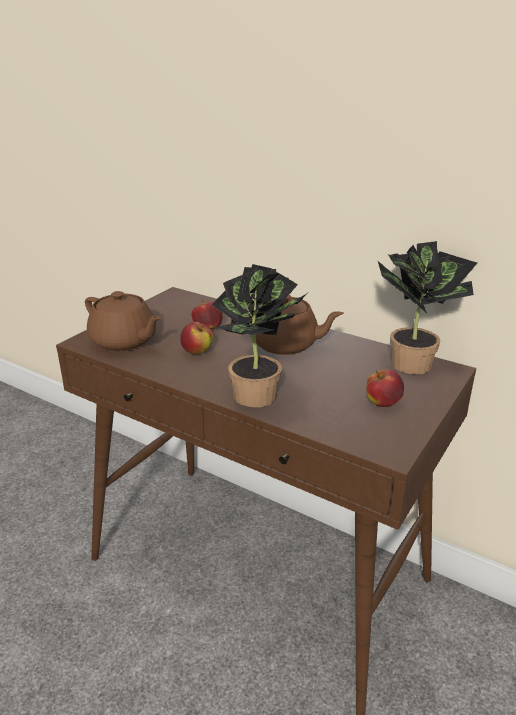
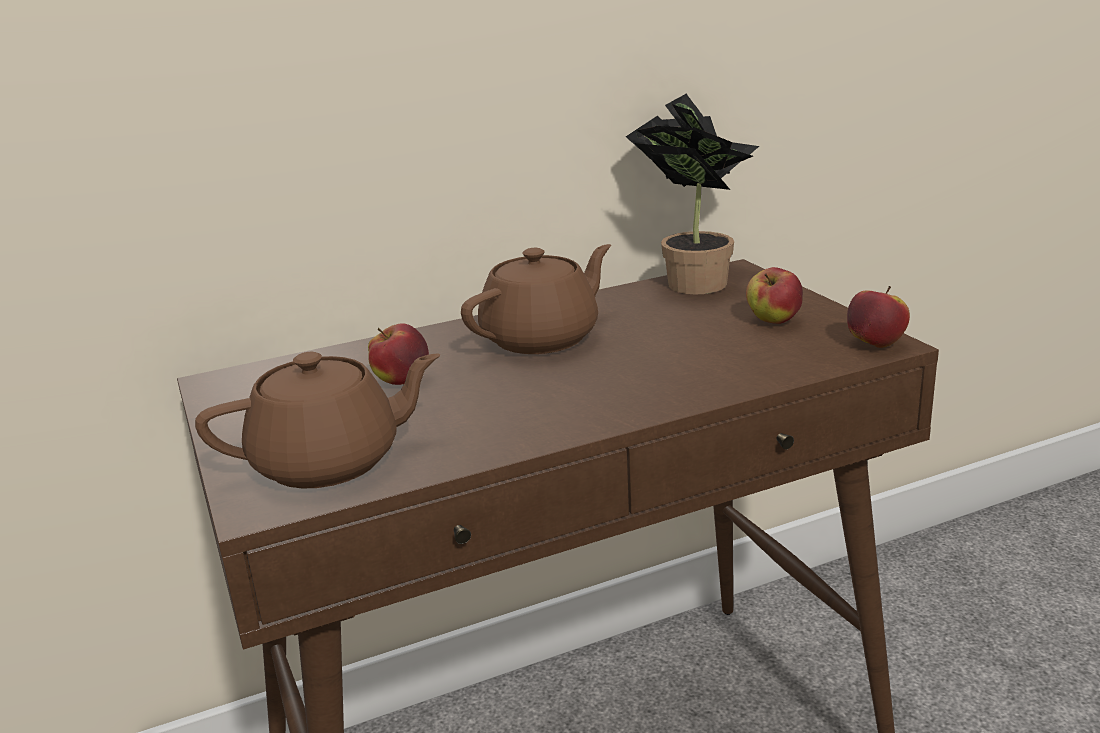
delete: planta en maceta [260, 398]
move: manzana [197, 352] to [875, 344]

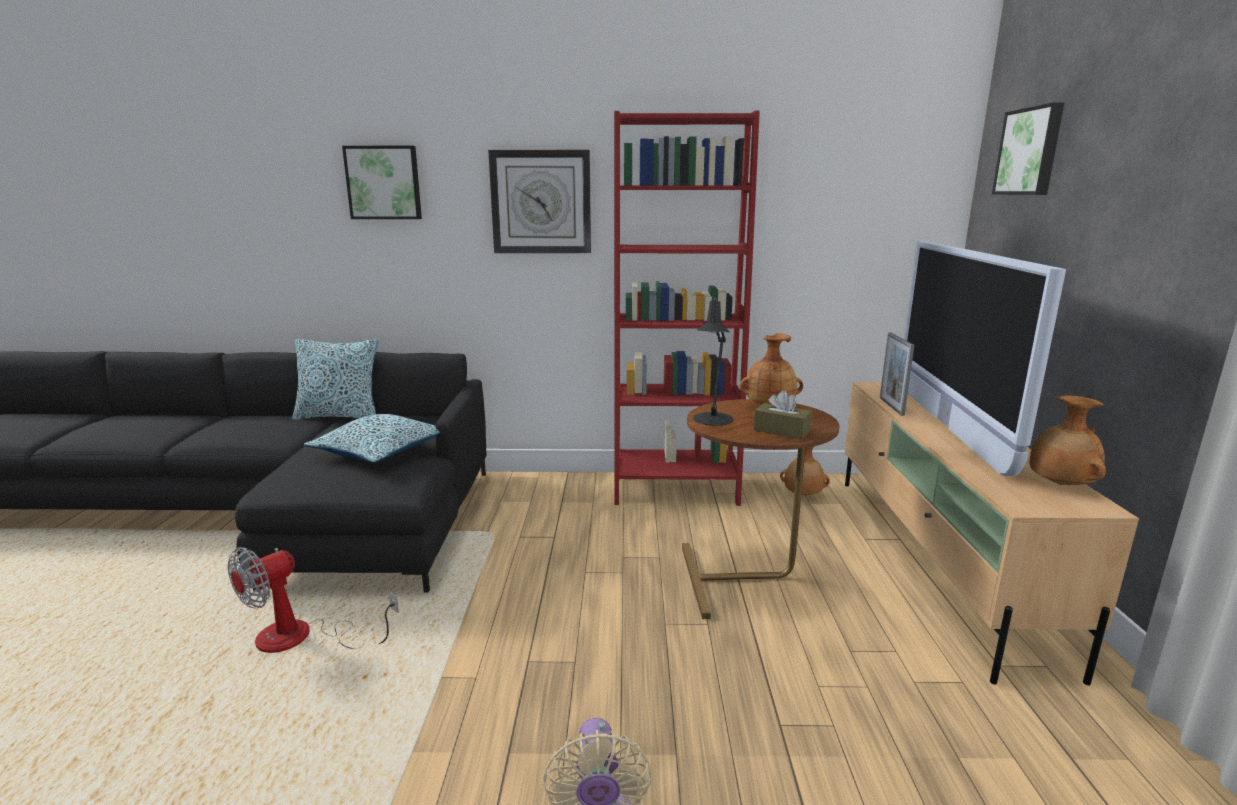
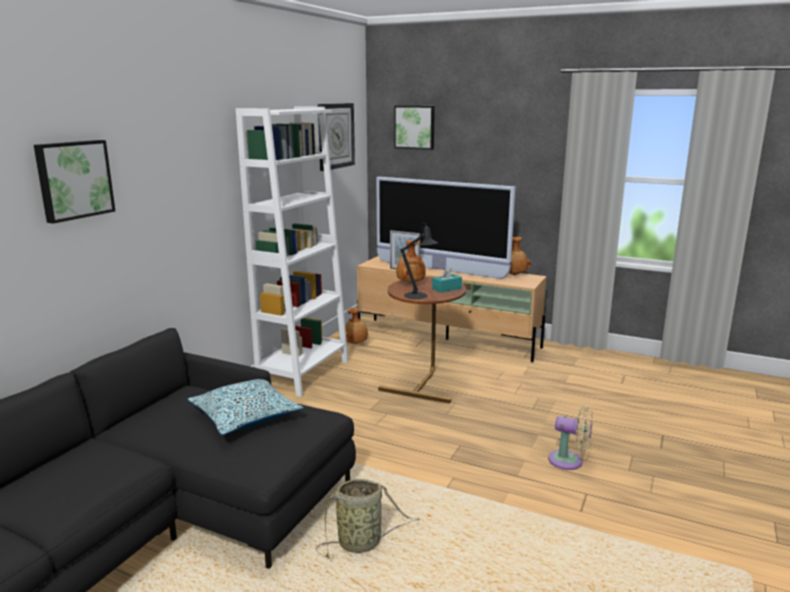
delete: cojín [340, 416]
move: reloj de pared [541, 202] to [335, 136]
replace: ventilador [302, 638] to cesta [362, 543]
recolor: estantería (rojo) [675, 489] to estantería (blanco) [304, 373]; caja de pañuelos (marrón) [781, 430] to caja de pañuelos (turquesa) [446, 288]

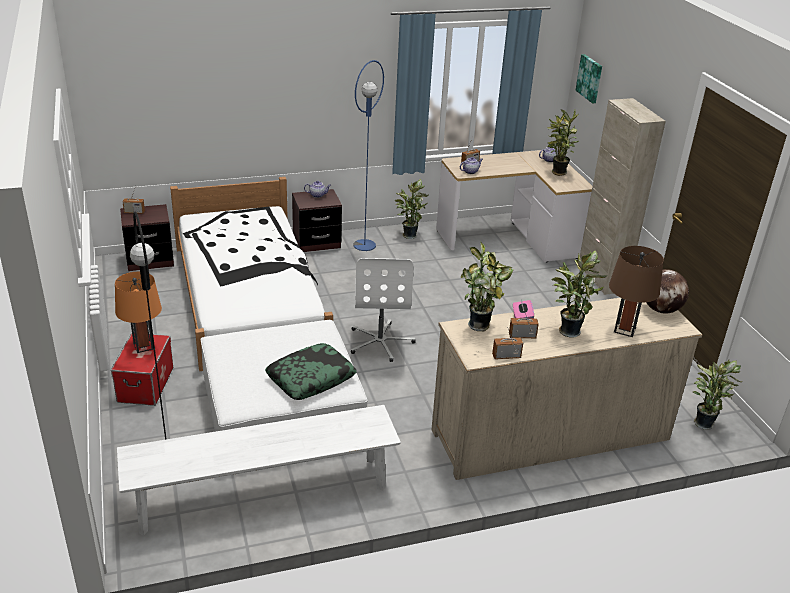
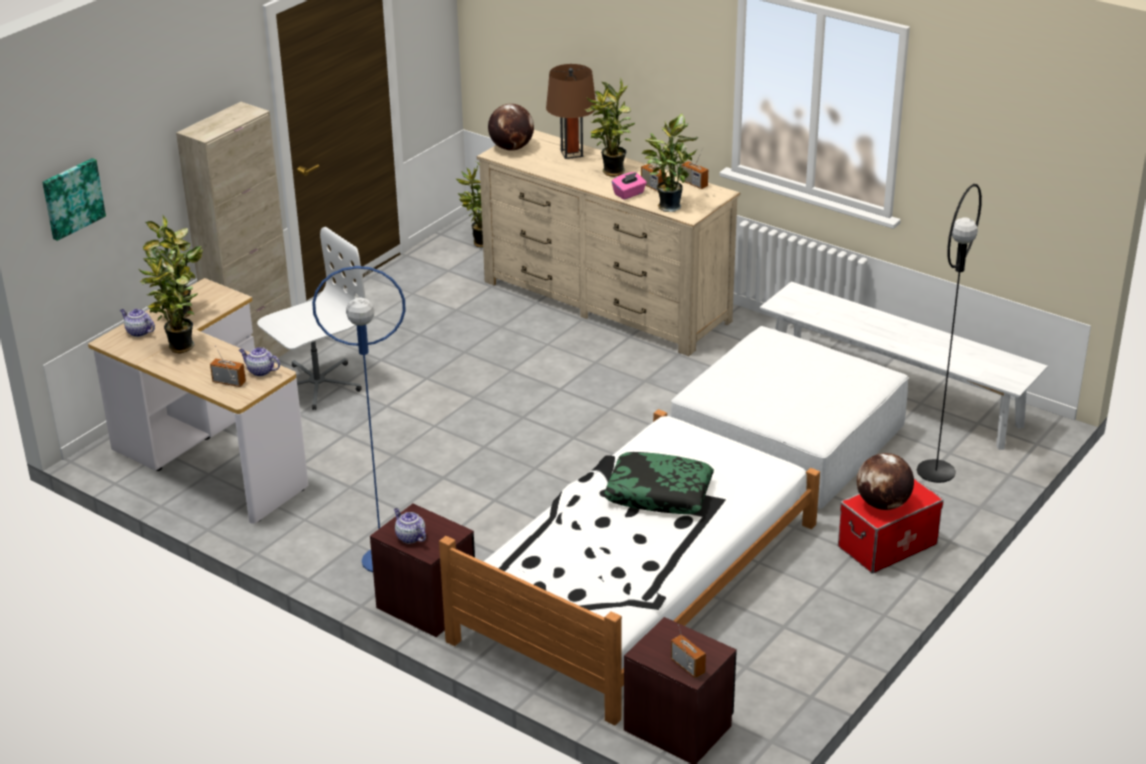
move: cojín [311, 378] to [658, 493]; silla de oficina (blanco) [380, 342] to [316, 384]; planta en maceta [409, 235] to [179, 348]
replace: lámpara de mesa (naranja) [143, 346] to globo terráqueo [883, 504]

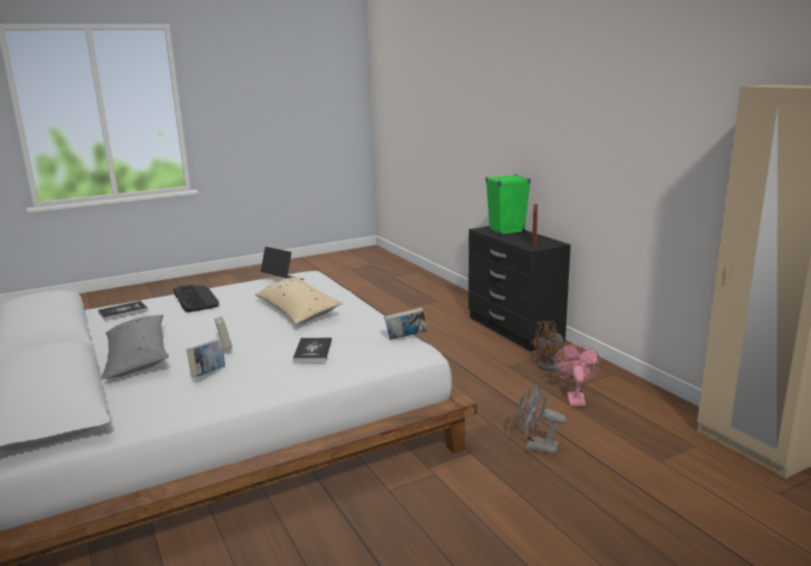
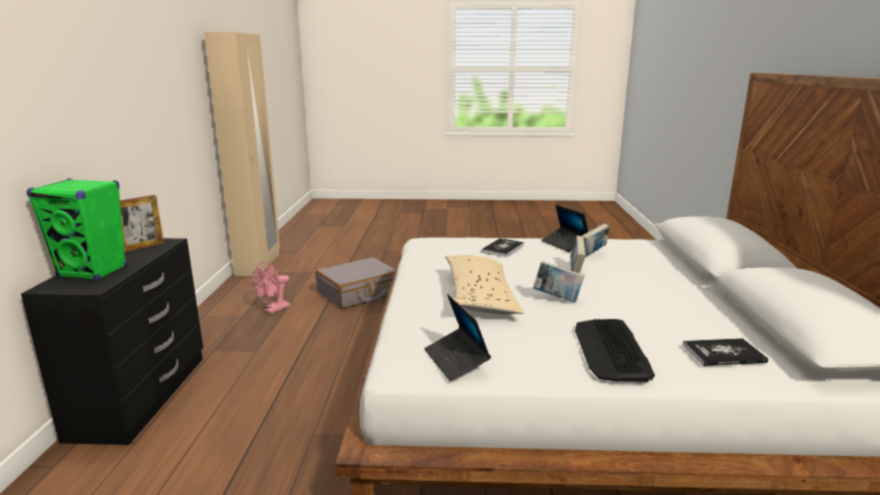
delete: cojín (gris) [137, 357]; ventilador (marrón) [555, 368]
insert: portátil [564, 244]
move: libro [406, 338] to [557, 298]
replace: ventilador (gris) [536, 447] to maleta (gris) [359, 293]

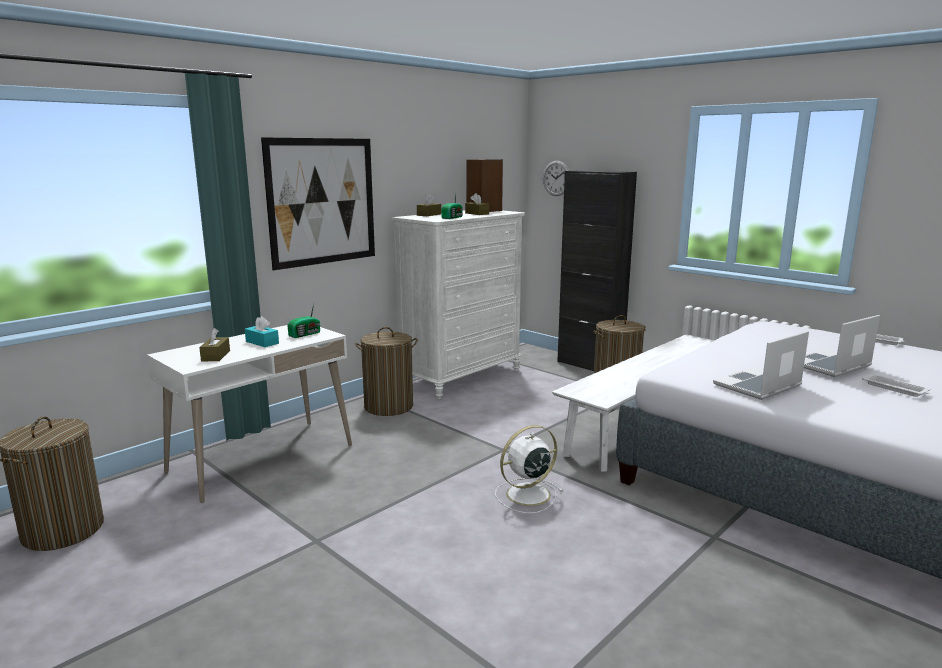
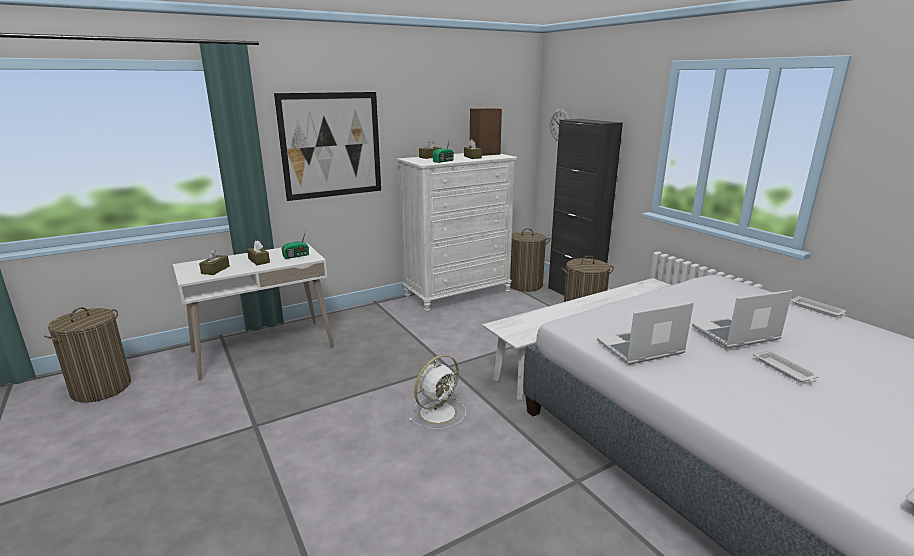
move: cesto de la ropa [389, 406] to [525, 285]
recolor: caja de pañuelos (turquesa) [262, 342] to caja de pañuelos (marrón) [259, 260]
rotate: ventilador (blanco) [526, 495] = [439, 412] 150 degrees clockwise

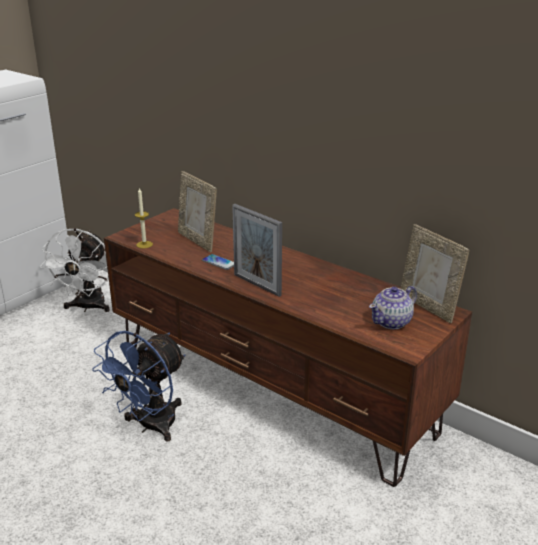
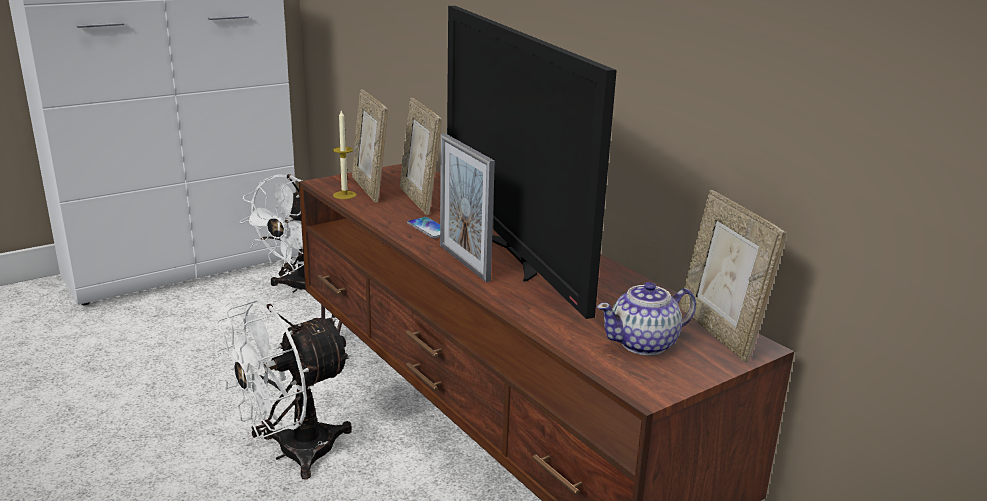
insert: portarretratos [370, 189]; televisor [513, 256]
recolor: ventilador (azul) [150, 426] to ventilador (blanco) [292, 453]

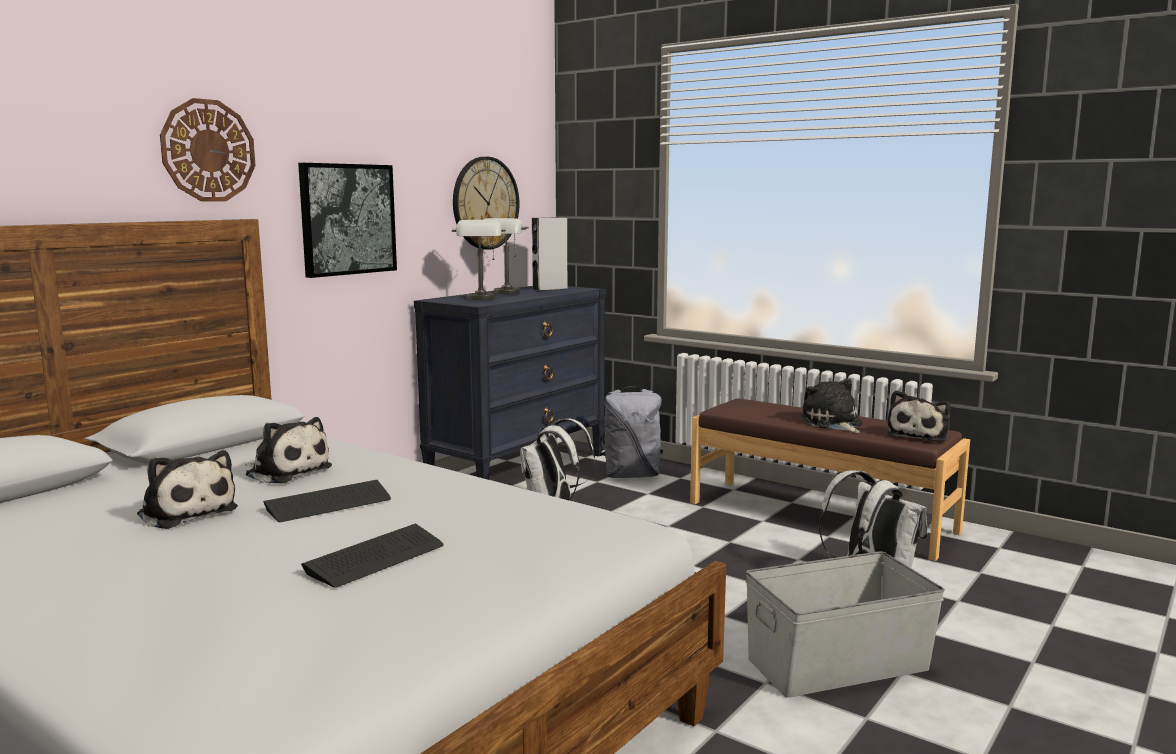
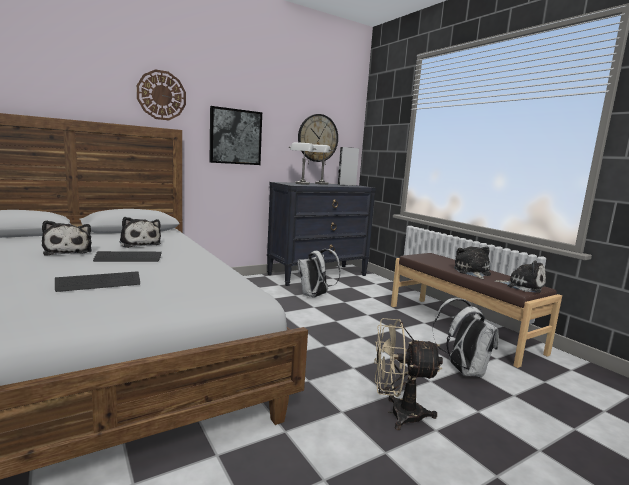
delete: mochila (gris) [631, 475]
replace: caja de almacenaje (gris) [839, 664] to ventilador (beis) [397, 414]
rotate: peluche [918, 435] = [522, 286] 105 degrees counterclockwise

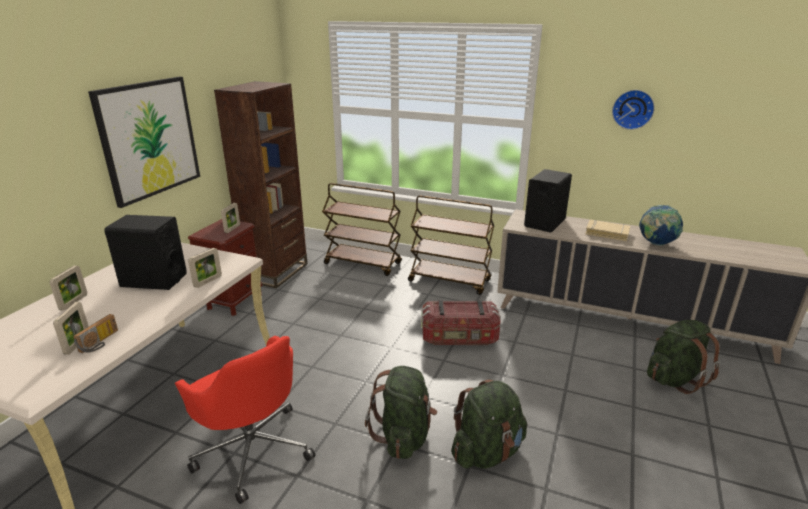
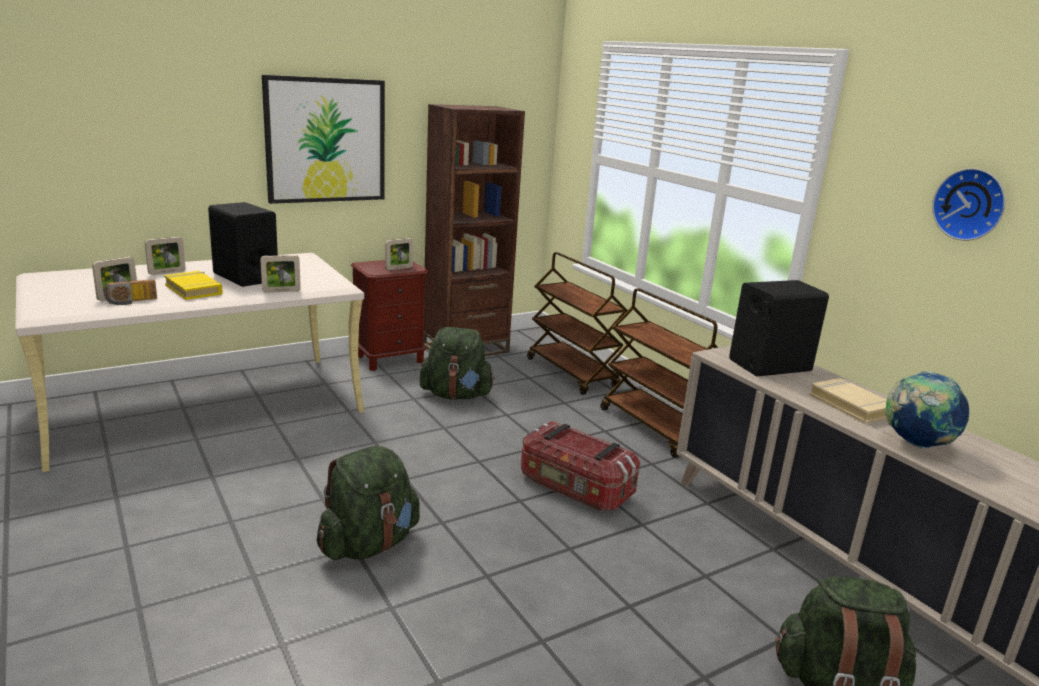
delete: silla de oficina (rojo) [253, 449]
insert: libro (amarillo) [194, 290]
move: mochila (verde) [487, 452] to [456, 395]

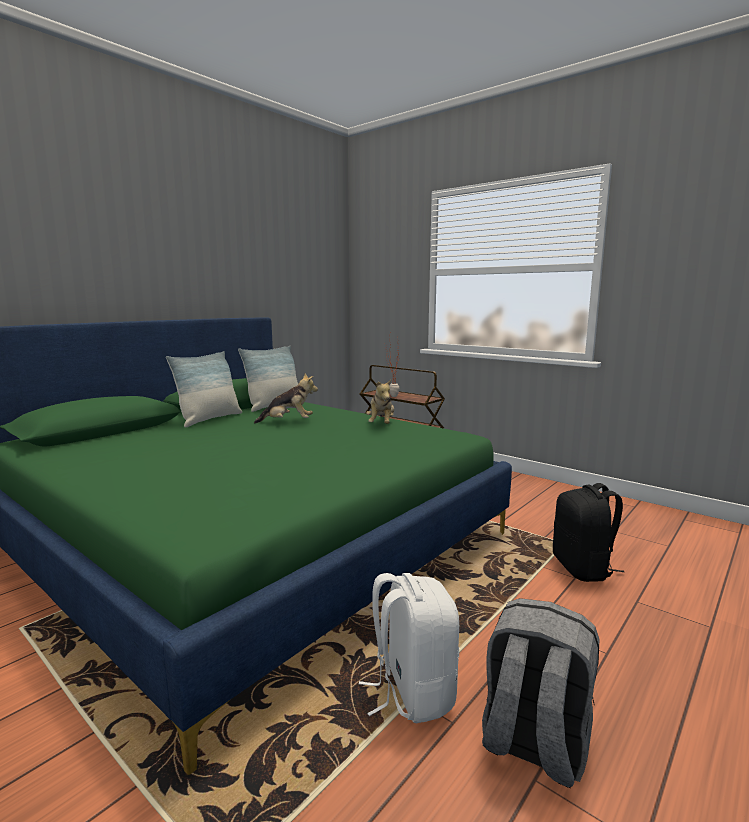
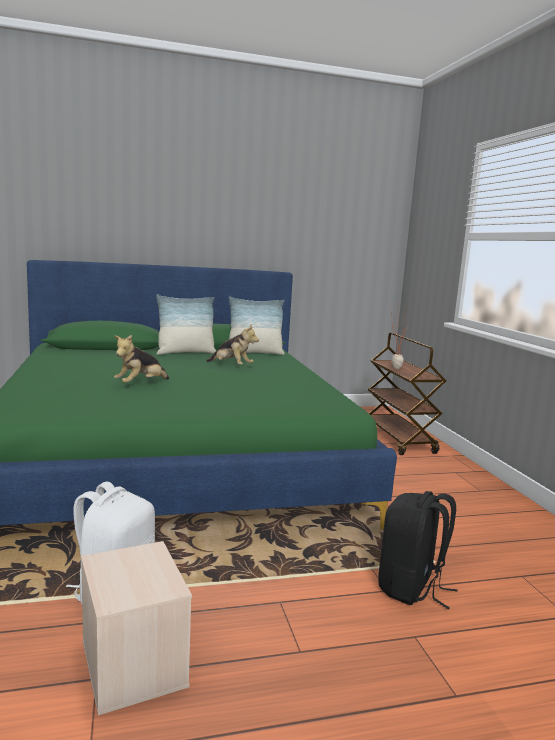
move: peluche [381, 424] to [140, 384]
replace: mochila (gris) [533, 744] to caja de almacenaje (beis) [131, 662]

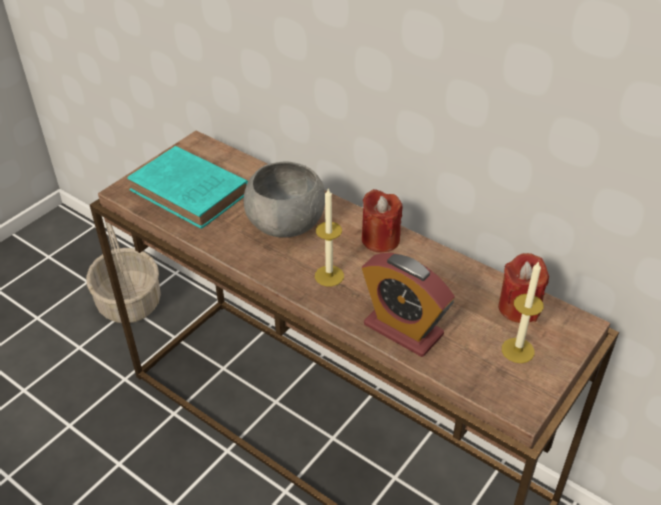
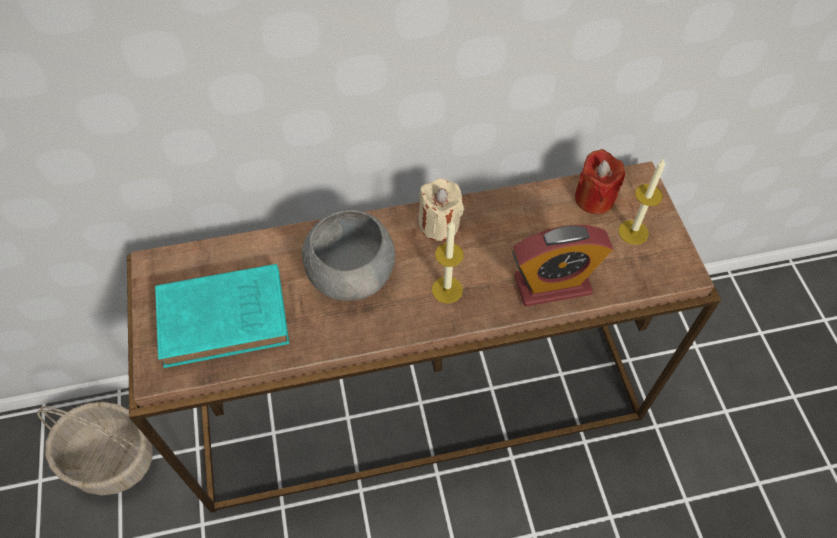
recolor: vela (rojo) [380, 239] to vela (beis) [439, 224]

